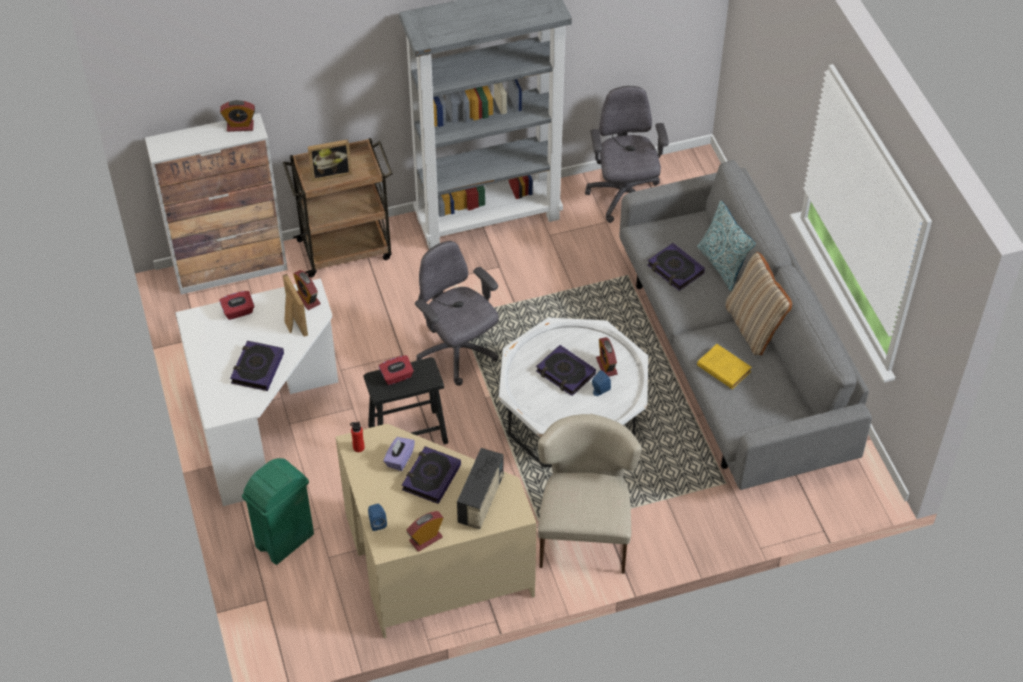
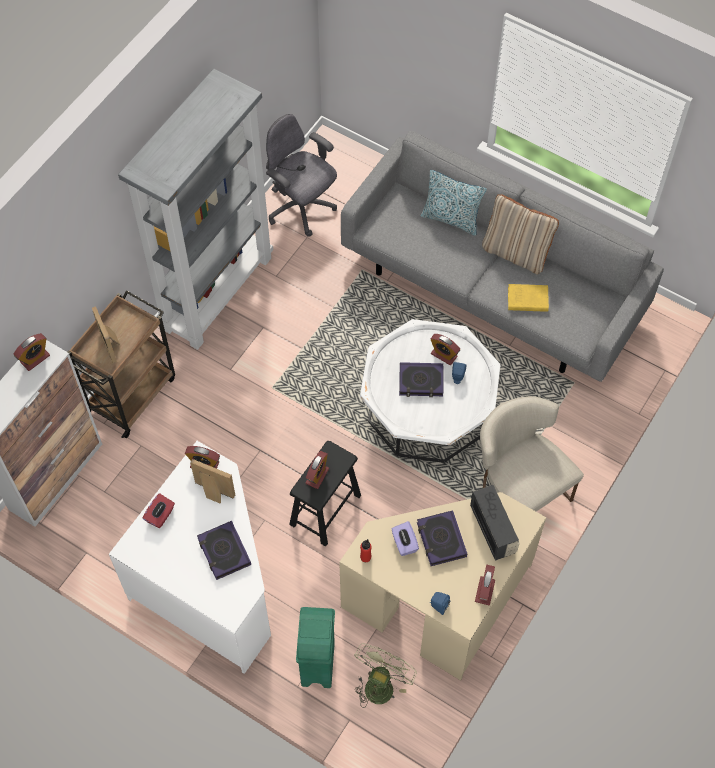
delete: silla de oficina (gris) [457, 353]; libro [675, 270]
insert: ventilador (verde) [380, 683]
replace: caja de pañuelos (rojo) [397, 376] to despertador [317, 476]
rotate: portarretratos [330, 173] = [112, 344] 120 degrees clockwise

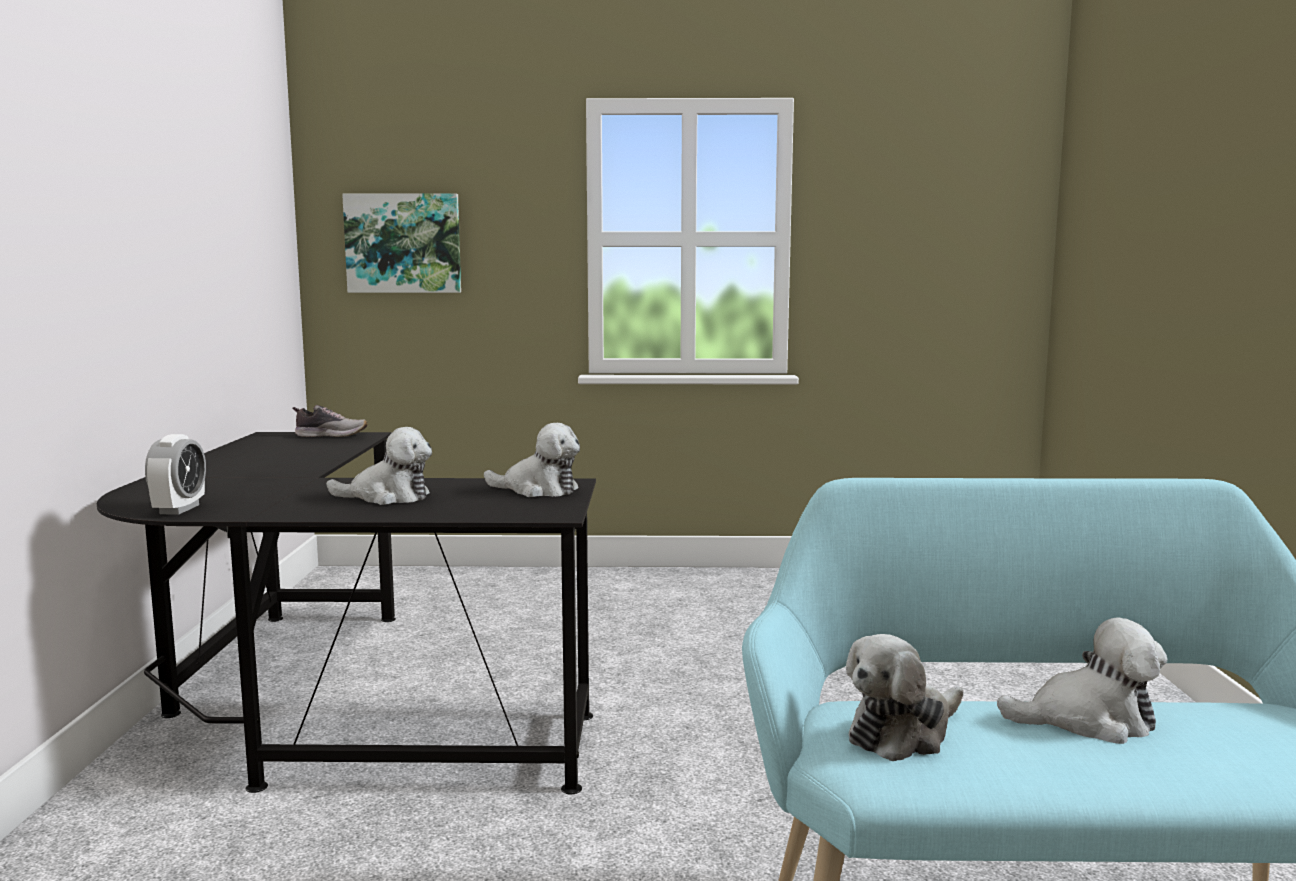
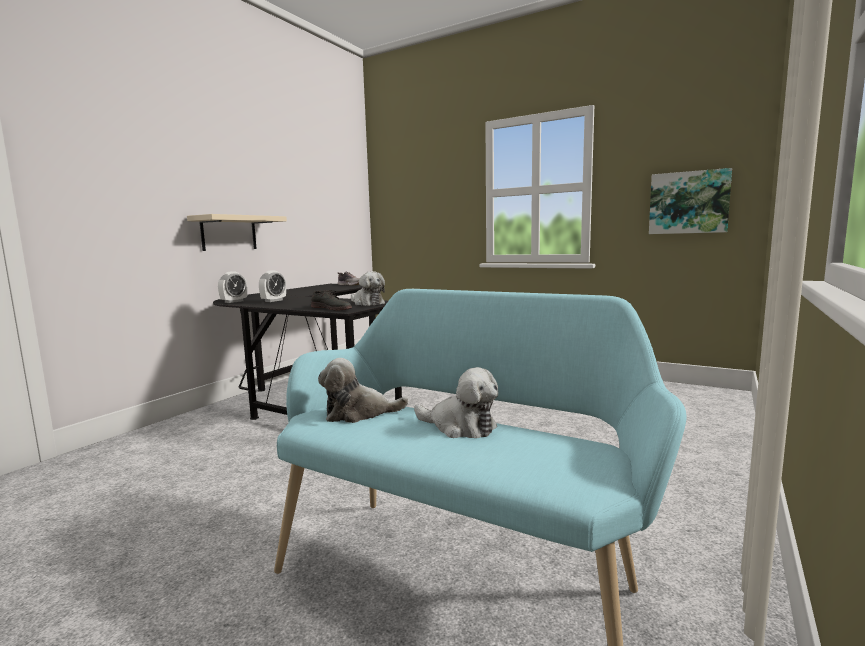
delete: peluche [387, 497]
insert: estante (beis) [229, 233]; despertador [273, 301]; zapato (gris) [331, 308]
move: cuadro [403, 243] to [688, 202]

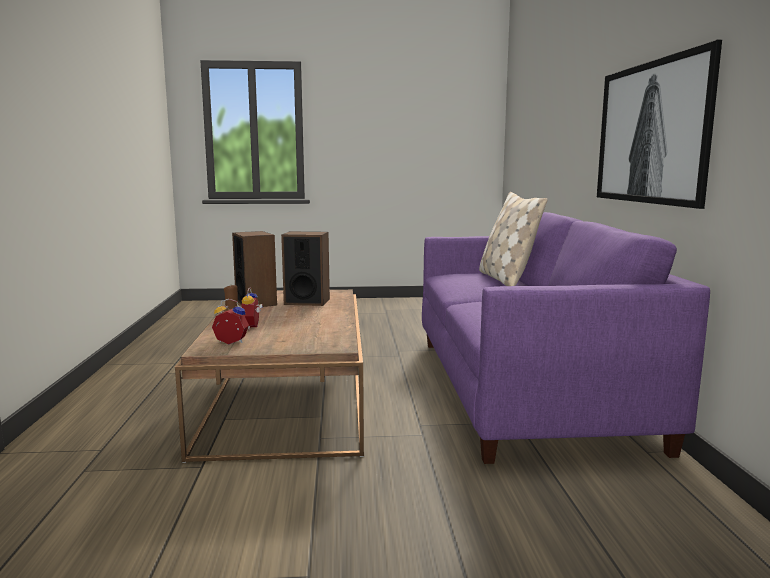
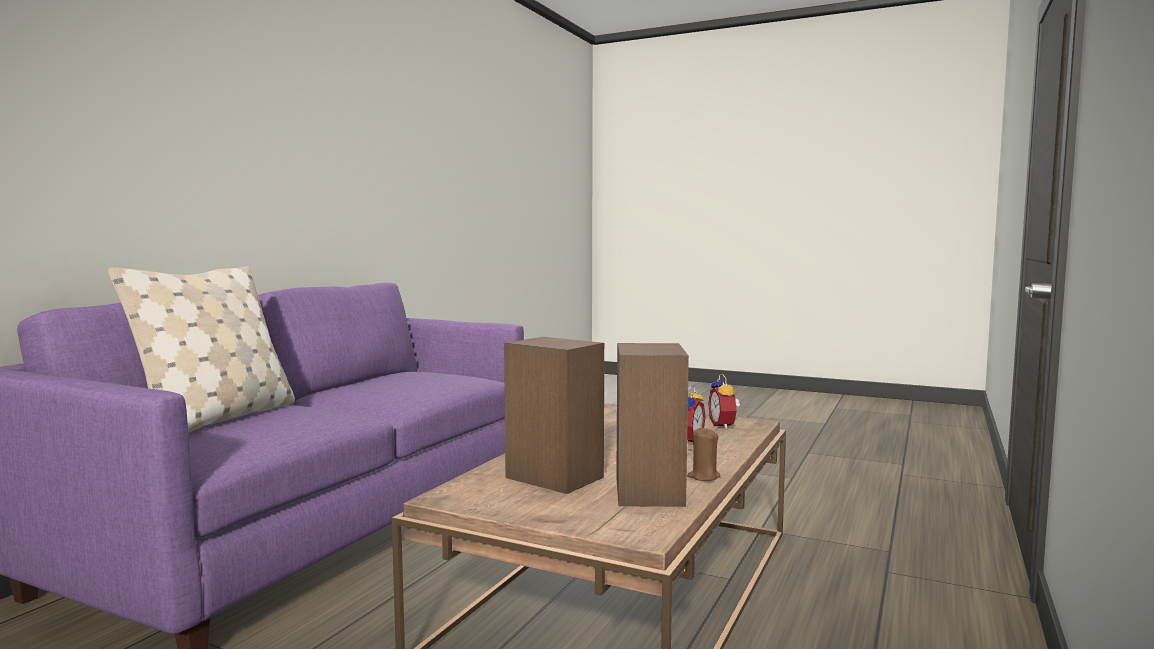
delete: cuadro [652, 133]
rotate: despertador [230, 343] = [724, 425] 45 degrees clockwise

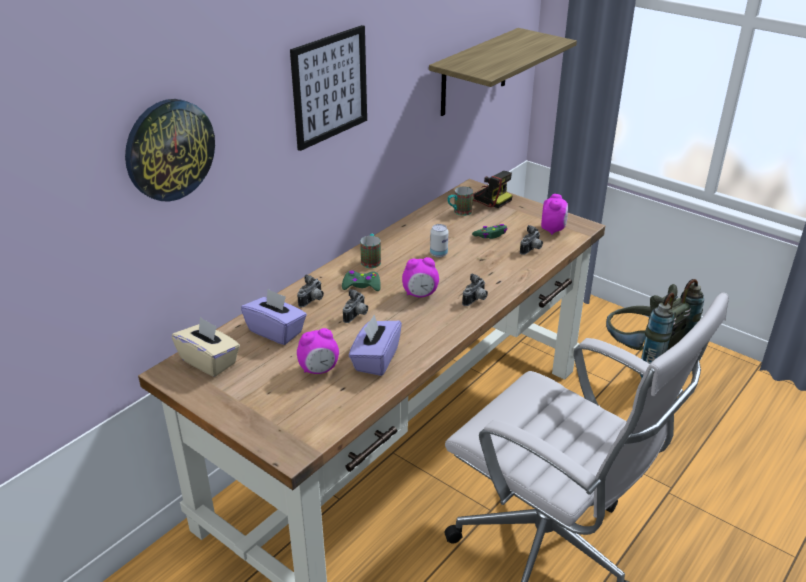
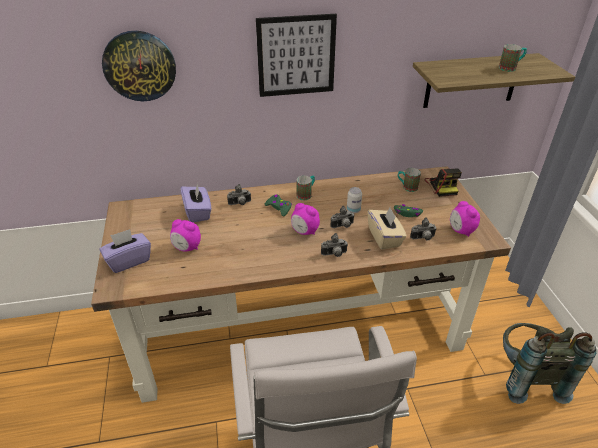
insert: taza grande [510, 68]
move: caja de pañuelos (beis) [209, 361] to [384, 238]; cámara [357, 316] to [343, 226]; caja de pañuelos (morado) [375, 359] to [129, 260]
rotate: despertador [553, 230] = [461, 231] 105 degrees clockwise

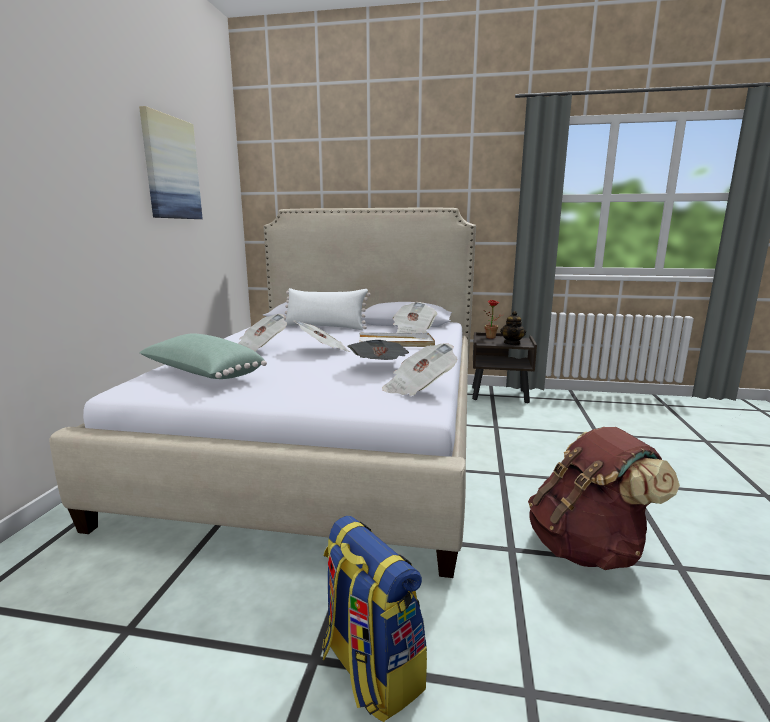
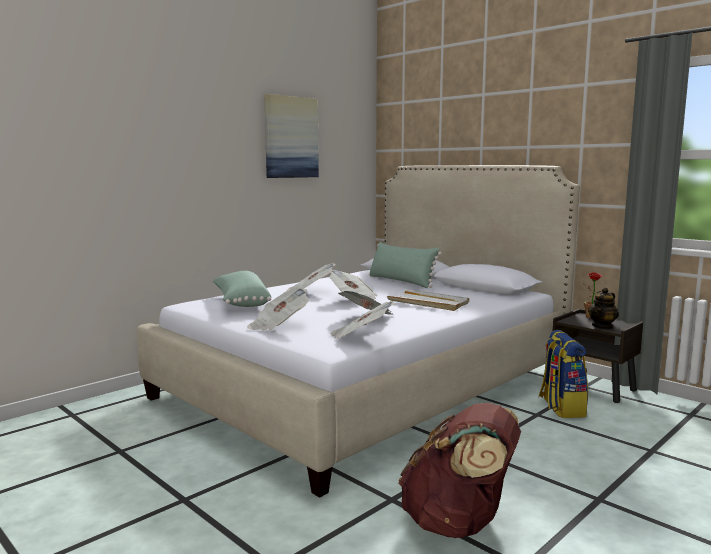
move: mochila [370, 670] to [561, 408]; periódico [412, 331] to [278, 325]
recolor: cojín (blanco) [325, 327] to cojín (verde) [401, 281]

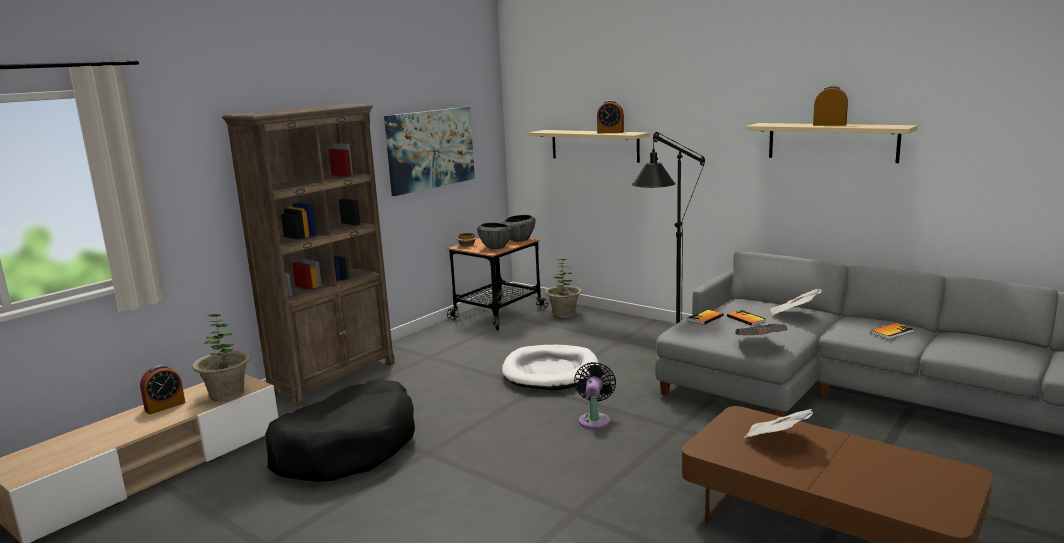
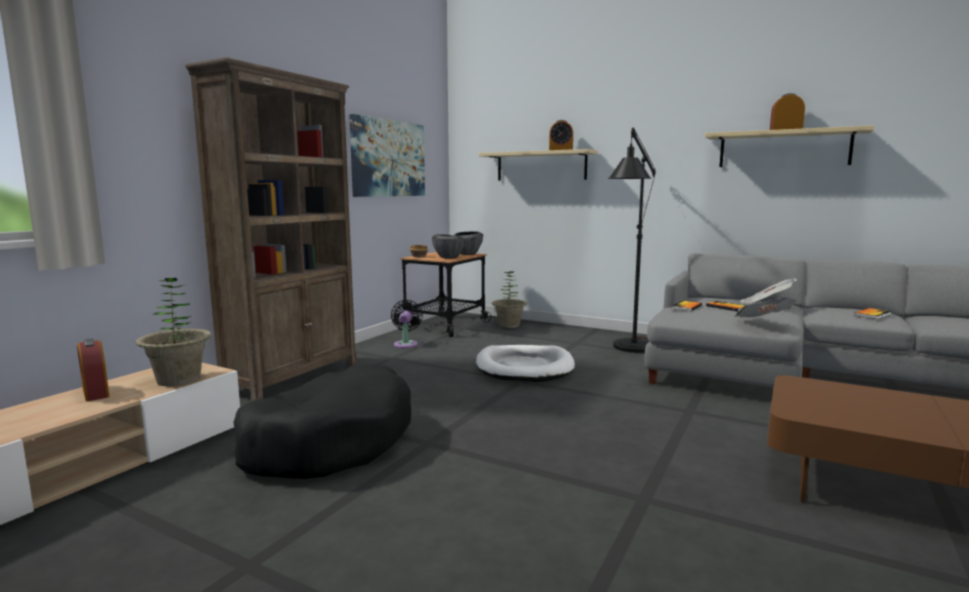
delete: periódico [776, 439]
move: ventilador (negro) [594, 419] to [406, 344]
rotate: despertador [165, 406] = [95, 393] 105 degrees clockwise

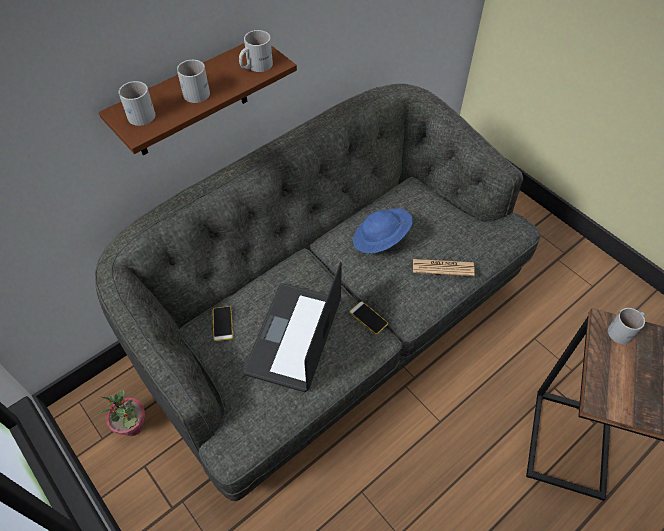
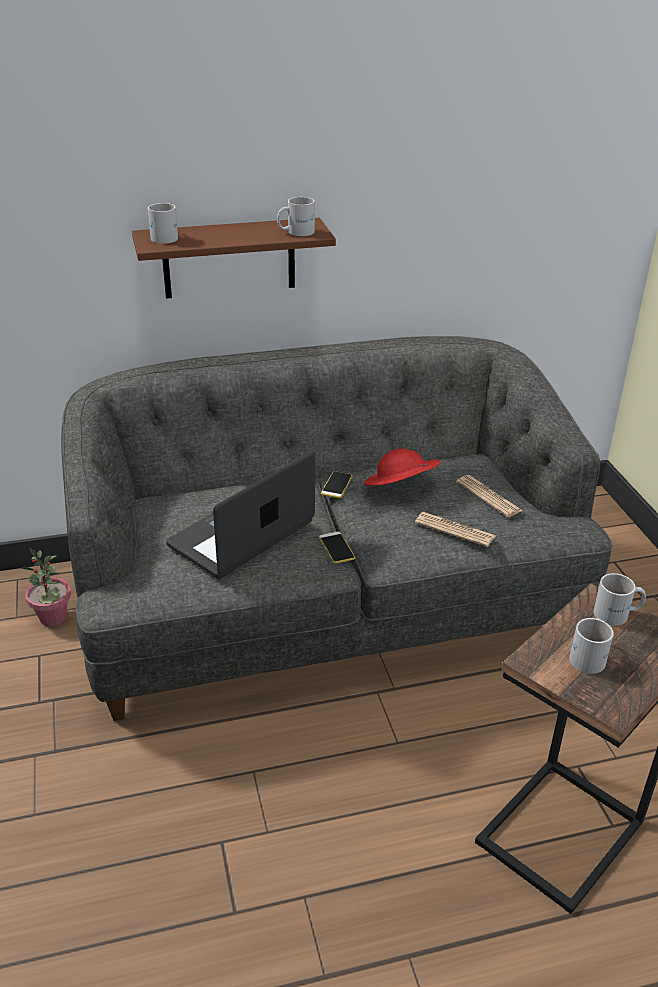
insert: periódico [488, 497]
move: taza grande (blanco) [198, 90] to [590, 656]; móvil [222, 323] to [336, 485]
recolor: sombrero (azul) [380, 240] to sombrero (rojo) [400, 489]

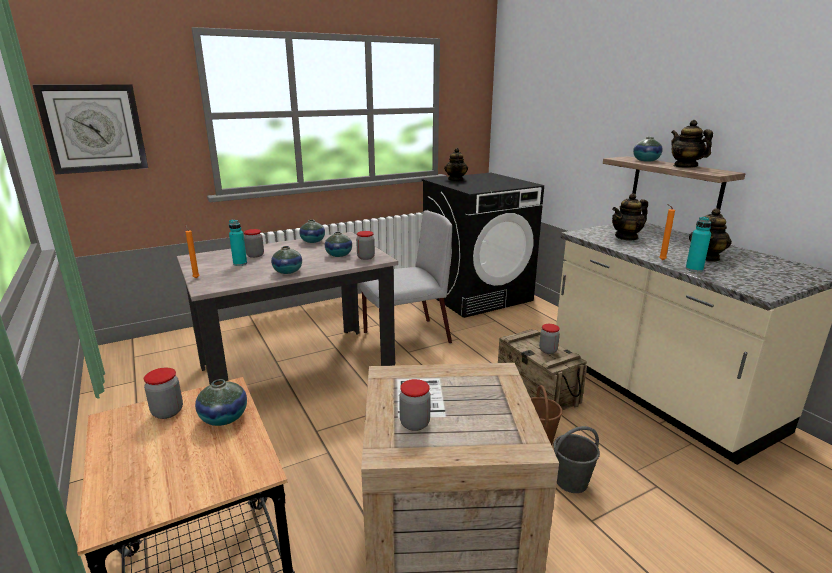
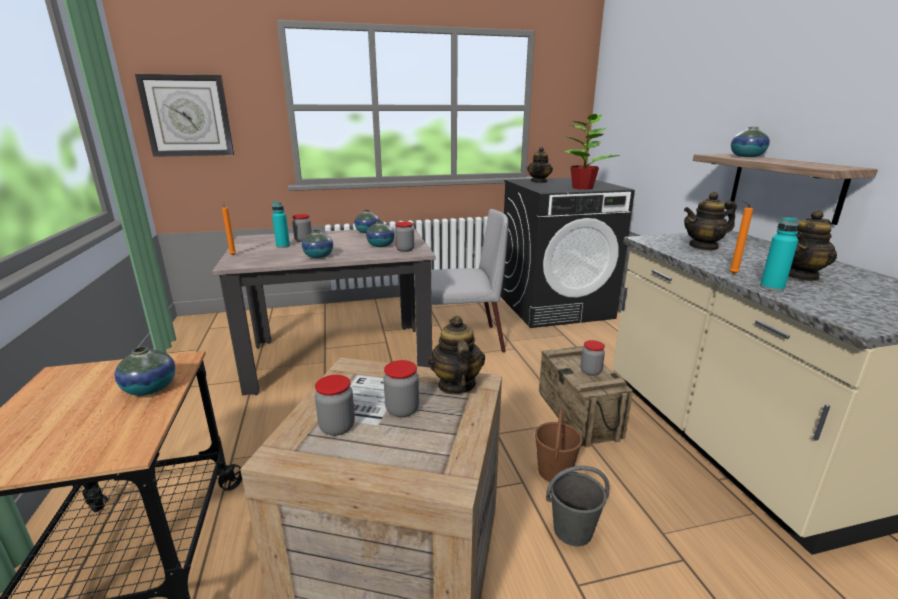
insert: planta en maceta [582, 188]
move: tarro [167, 412] to [402, 410]; tetera [685, 166] to [456, 385]

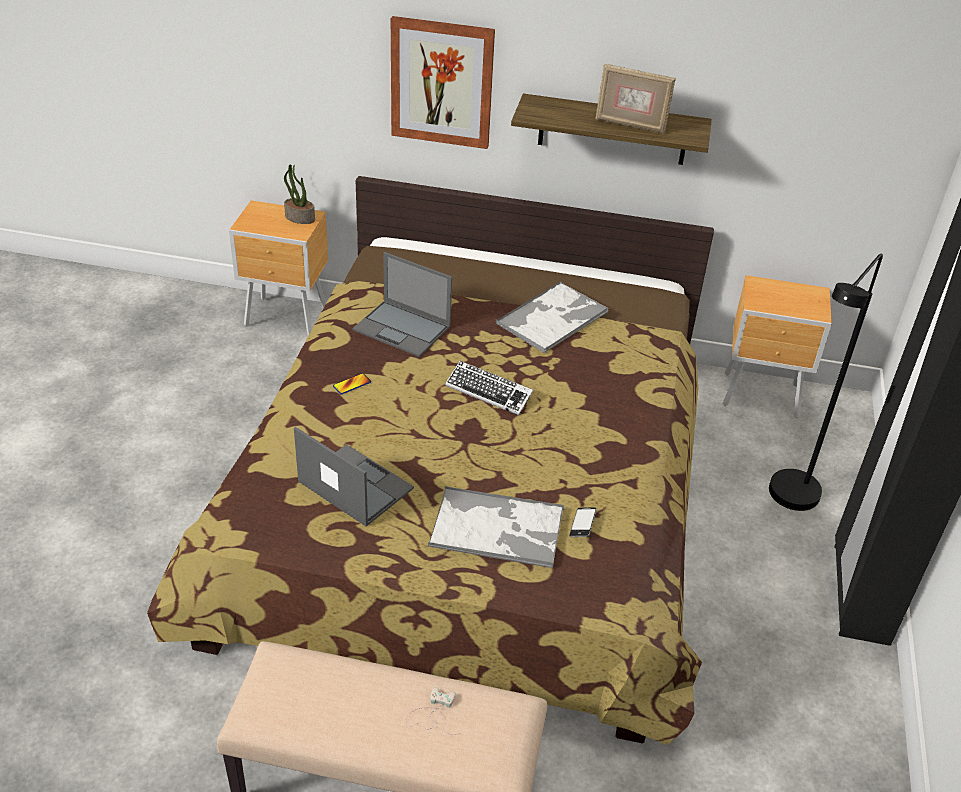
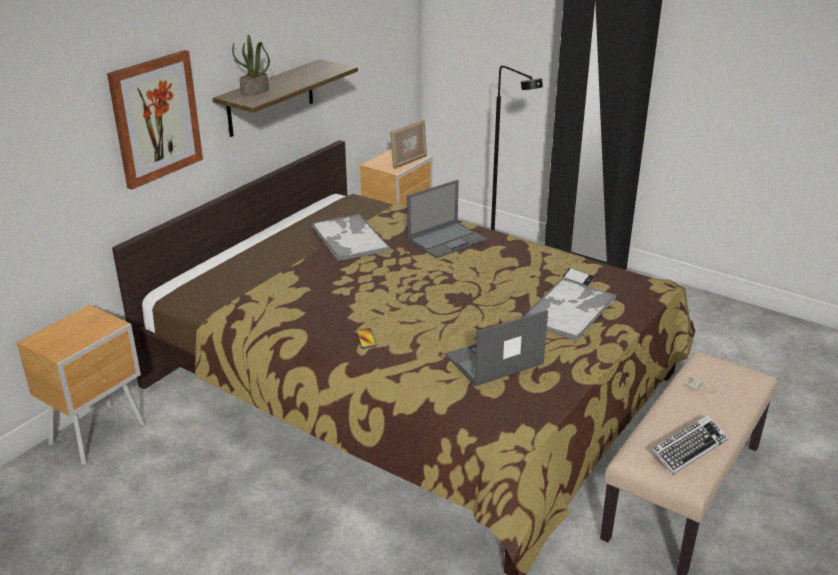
move: planta en maceta [299, 218] to [254, 91]; portátil [403, 328] to [447, 240]; teclado [488, 392] to [688, 448]; portarretratos [630, 125] to [408, 162]

